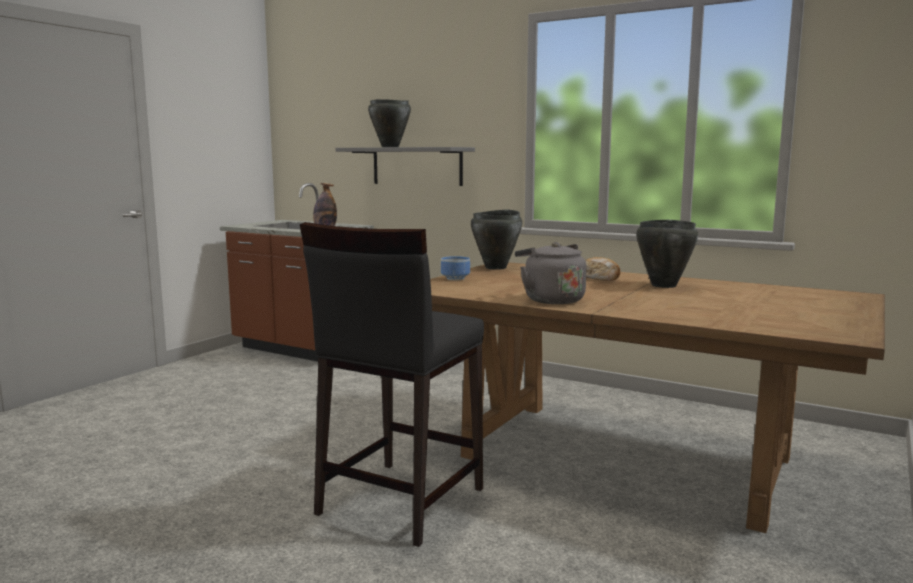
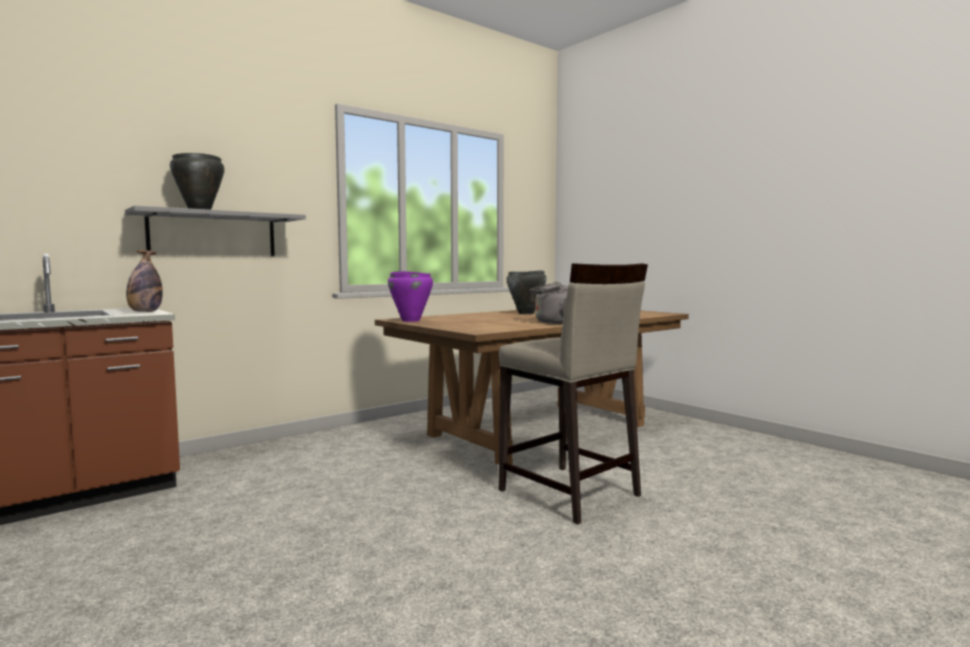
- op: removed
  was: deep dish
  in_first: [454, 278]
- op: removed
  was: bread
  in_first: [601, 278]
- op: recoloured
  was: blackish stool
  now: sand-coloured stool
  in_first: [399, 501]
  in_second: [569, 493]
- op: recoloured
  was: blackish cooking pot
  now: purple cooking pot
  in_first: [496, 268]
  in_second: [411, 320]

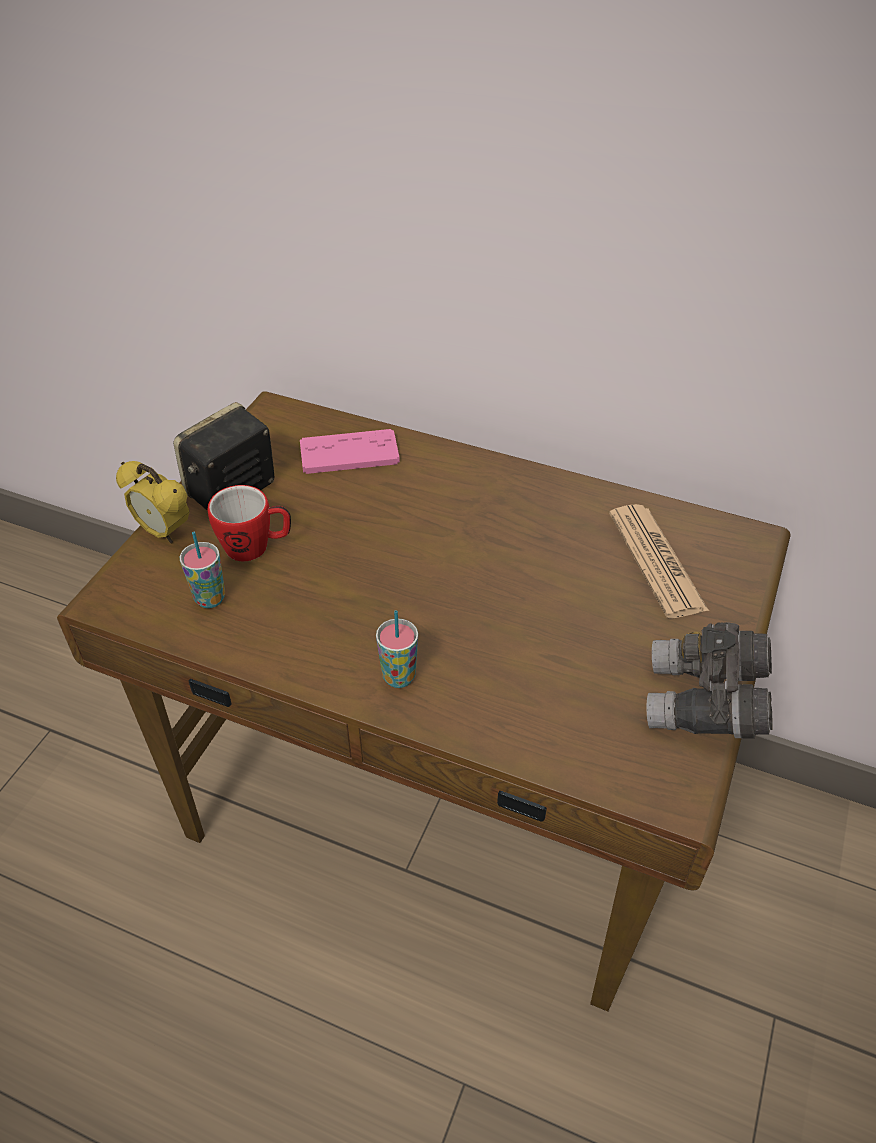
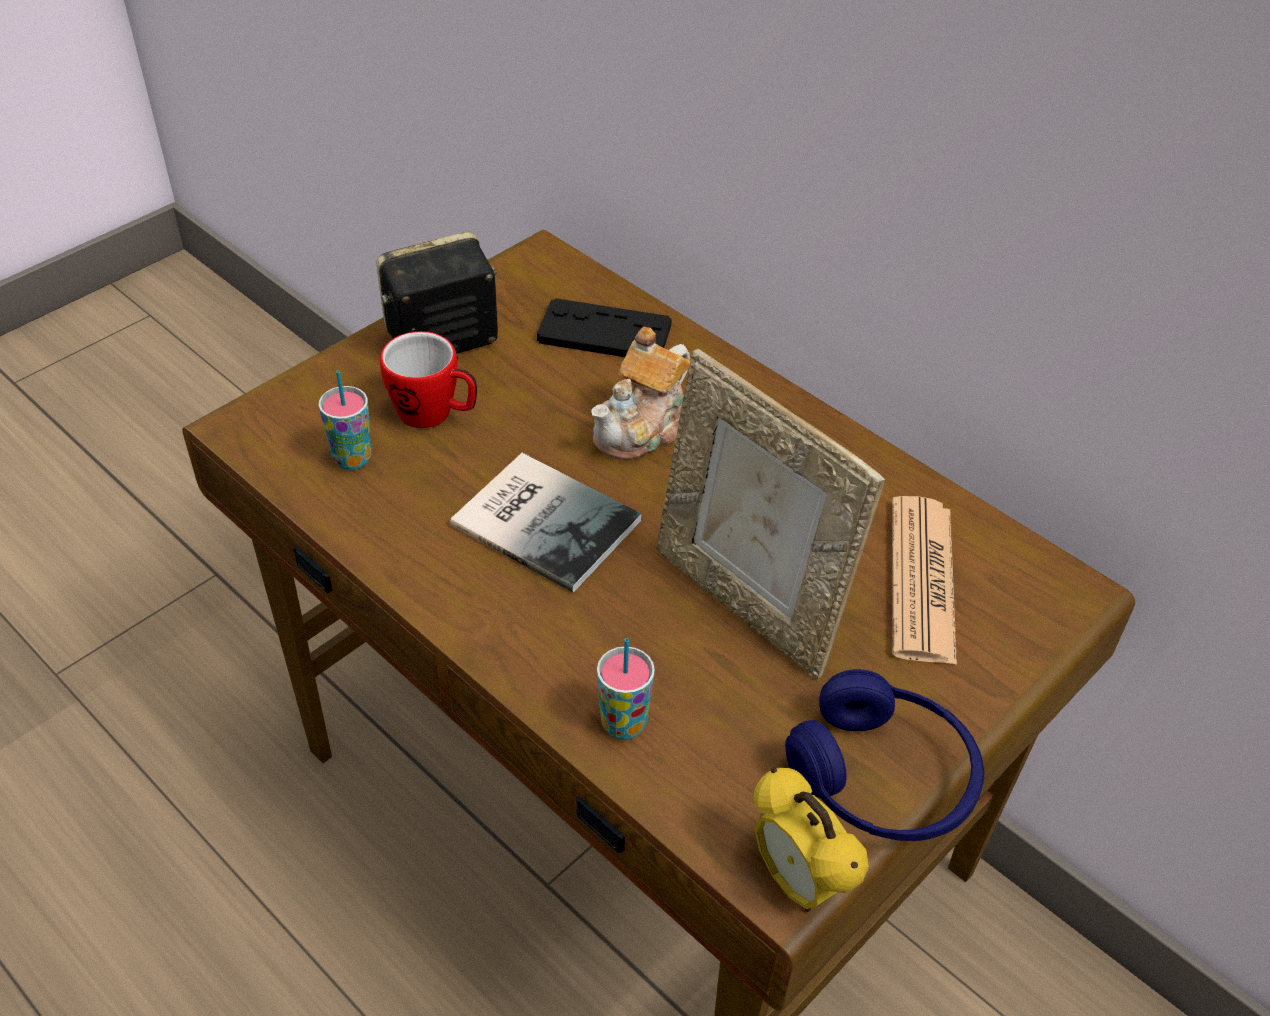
- op: added
  now: bound book
  in_second: [545, 518]
- op: added
  now: tea pot
  in_second: [642, 428]
- op: added
  now: standing frame
  in_second: [747, 603]
- op: moved
  was: alarm clock
  in_first: [164, 532]
  in_second: [798, 882]
- op: moved
  was: small cup
  in_first: [399, 677]
  in_second: [623, 724]
- op: replaced
  was: greyish pair of binoculars
  now: bluish headphones
  in_first: [704, 704]
  in_second: [882, 779]
- op: recoloured
  was: pinkish gamepad
  now: blackish gamepad
  in_first: [349, 453]
  in_second: [604, 333]

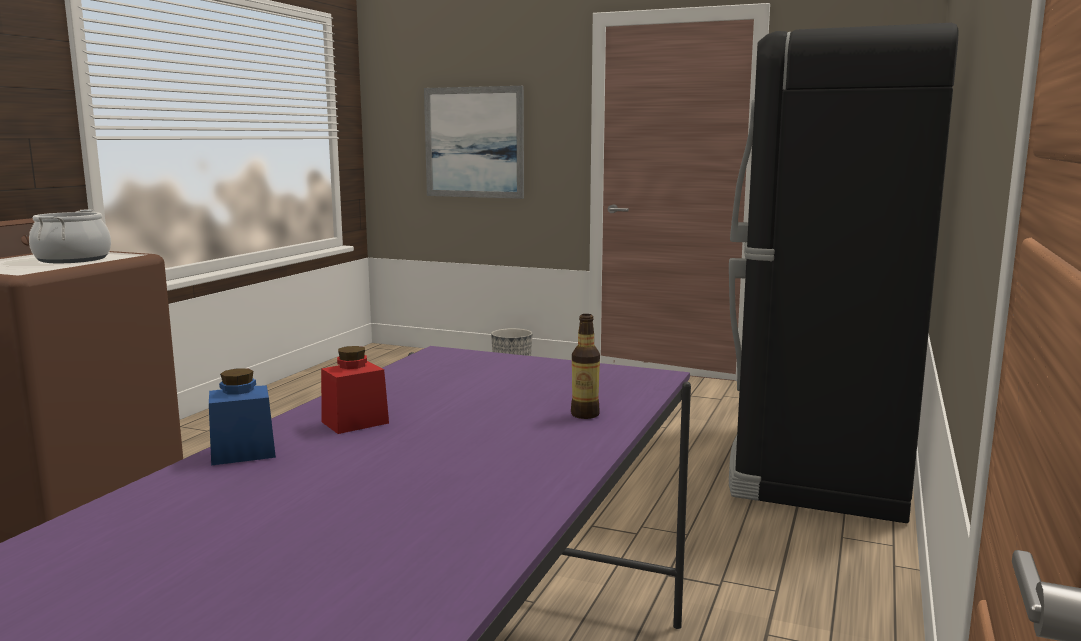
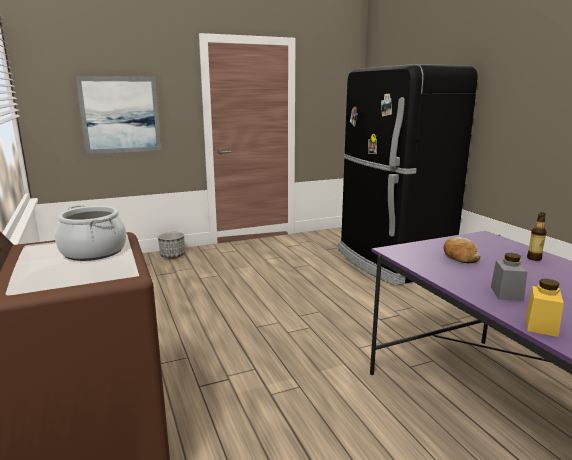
- op: added
  now: bread
  in_second: [459, 256]
- op: recoloured
  was: bluish storage jar
  now: yellow storage jar
  in_first: [243, 453]
  in_second: [541, 325]
- op: recoloured
  was: red-coloured storage jar
  now: greyish storage jar
  in_first: [355, 422]
  in_second: [506, 293]

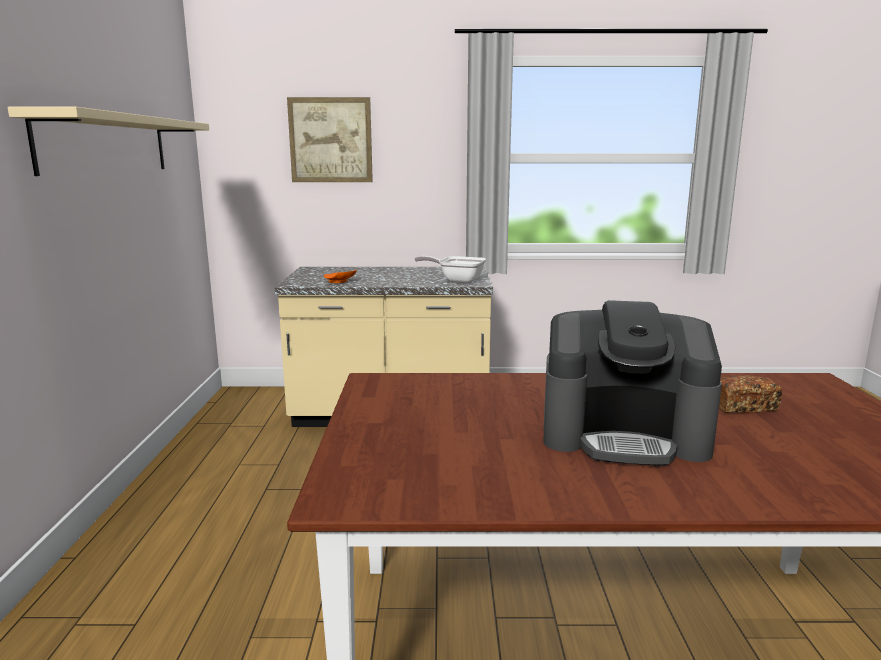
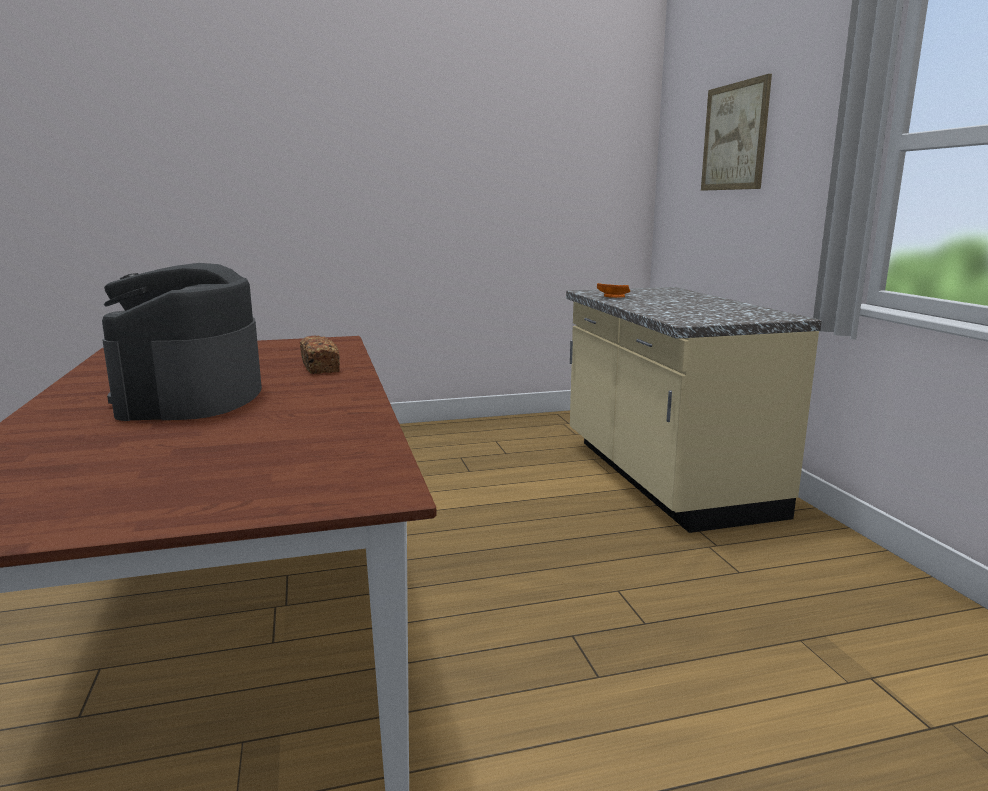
- op: removed
  was: sand-coloured shelf
  in_first: [107, 144]
- op: removed
  was: skillet
  in_first: [457, 280]
- op: moved
  was: bread
  in_first: [743, 407]
  in_second: [320, 368]

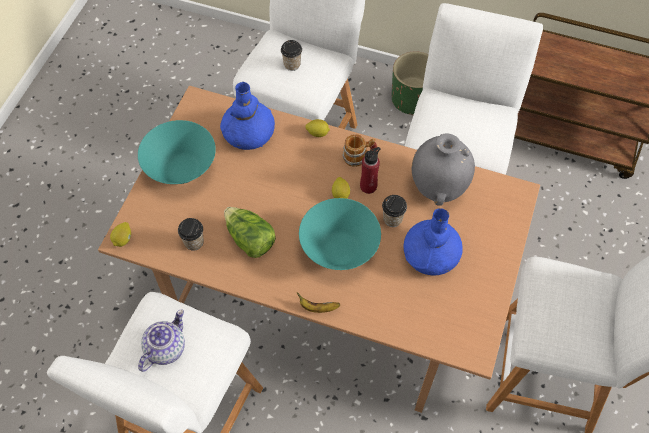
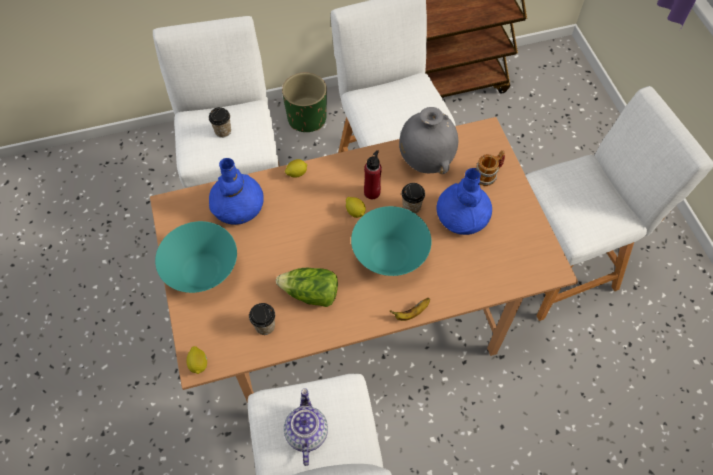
- op: moved
  was: mug
  in_first: [359, 158]
  in_second: [488, 175]

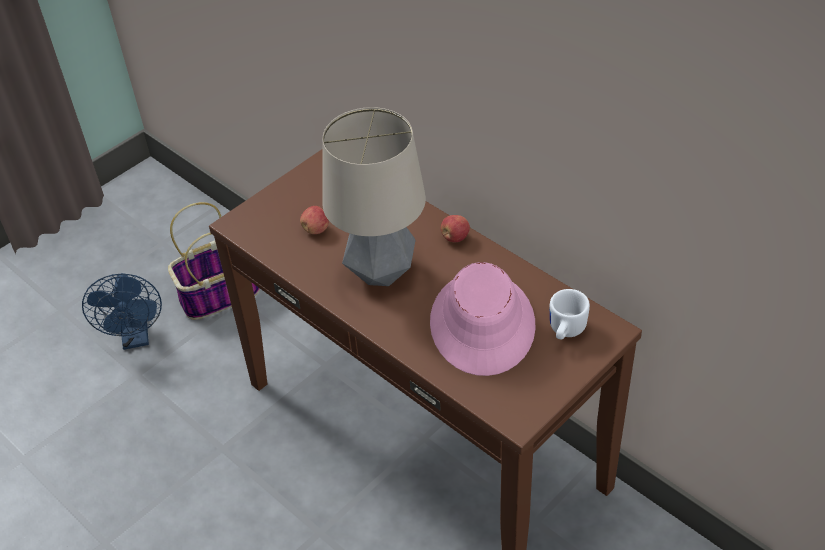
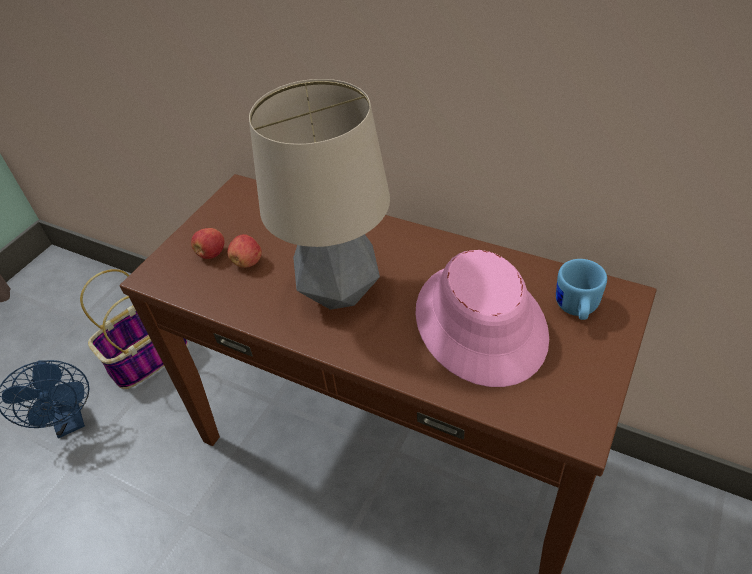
- op: moved
  was: apple fruit
  in_first: [455, 237]
  in_second: [211, 254]
- op: recoloured
  was: white mug
  now: bluish mug
  in_first: [565, 331]
  in_second: [576, 309]

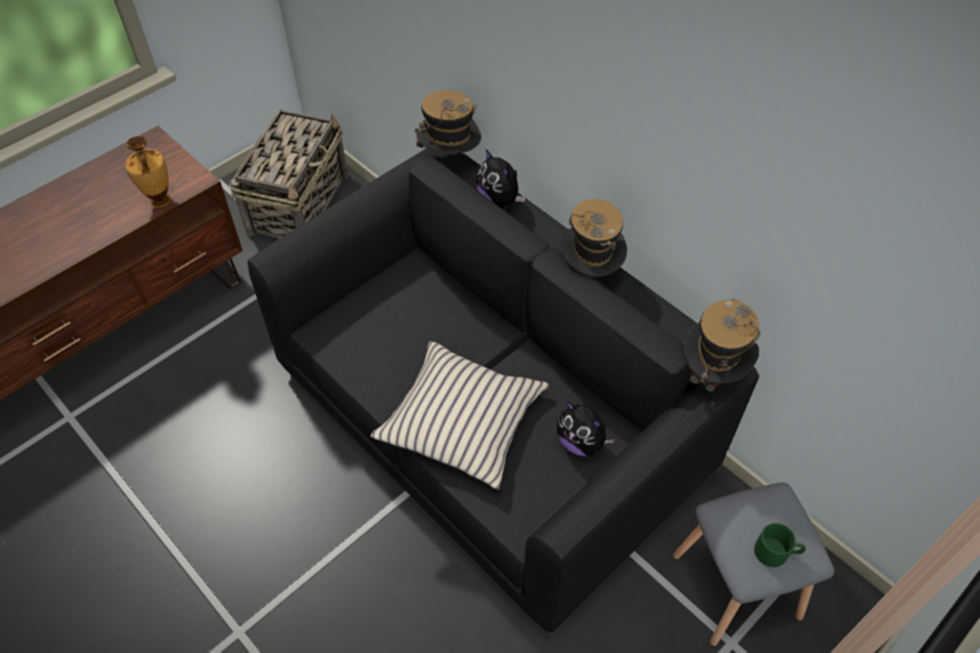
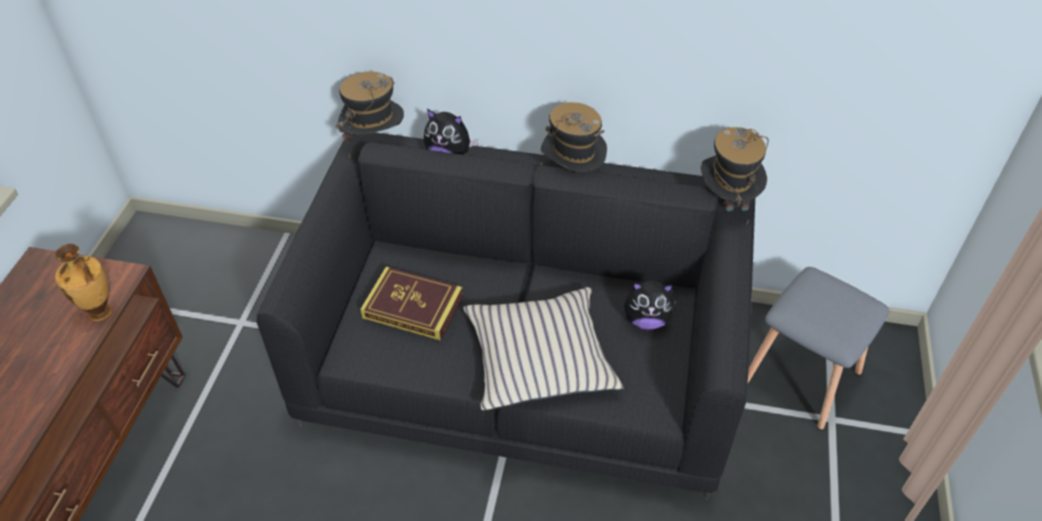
- op: removed
  was: household basket
  in_first: [299, 202]
- op: removed
  was: green-coloured mug
  in_first: [776, 552]
- op: added
  now: bound book
  in_second: [413, 307]

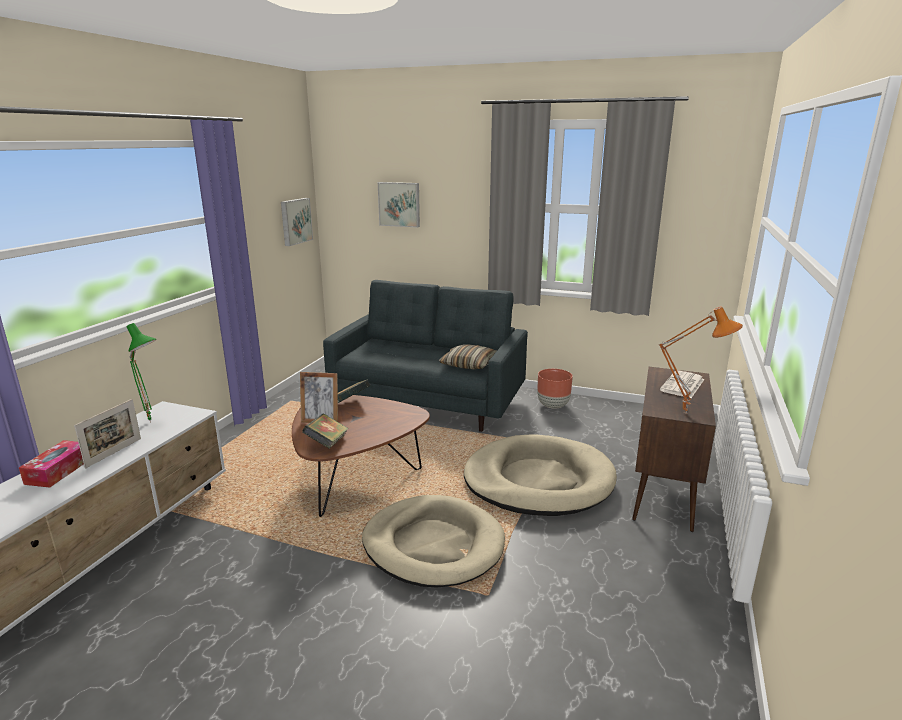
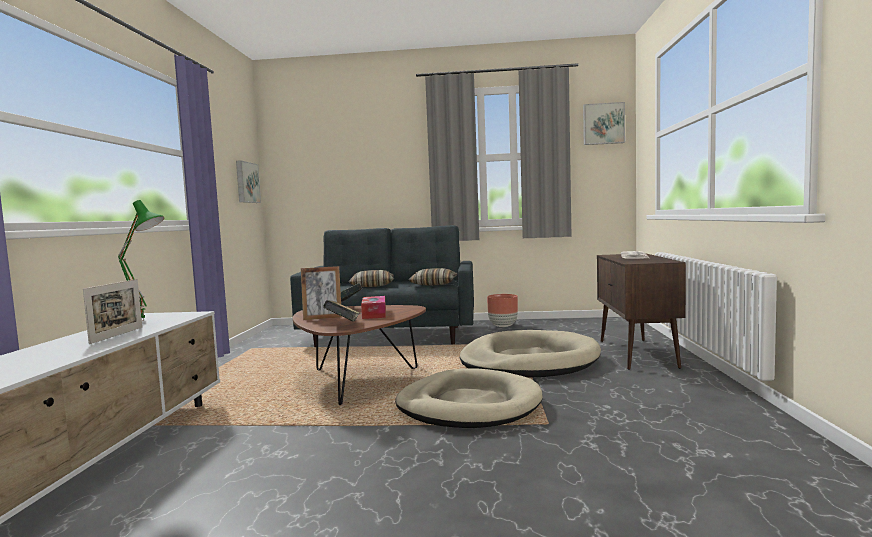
- op: removed
  was: orange-coloured lamp for a table
  in_first: [686, 412]
- op: added
  now: cushion
  in_second: [372, 286]
- op: moved
  was: box of tissues
  in_first: [59, 471]
  in_second: [374, 314]
- op: moved
  was: wall art
  in_first: [399, 204]
  in_second: [603, 124]

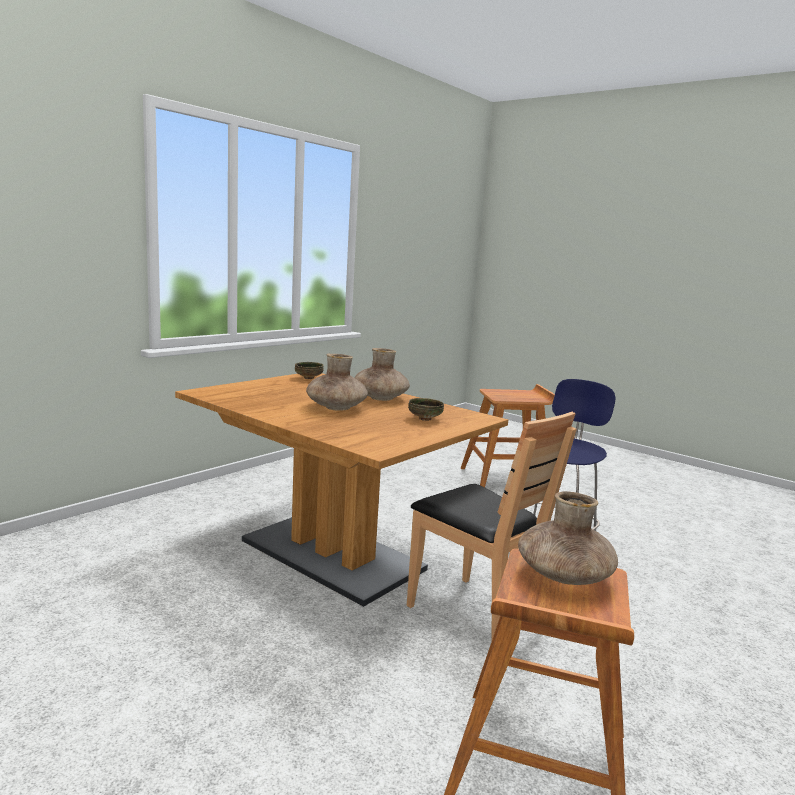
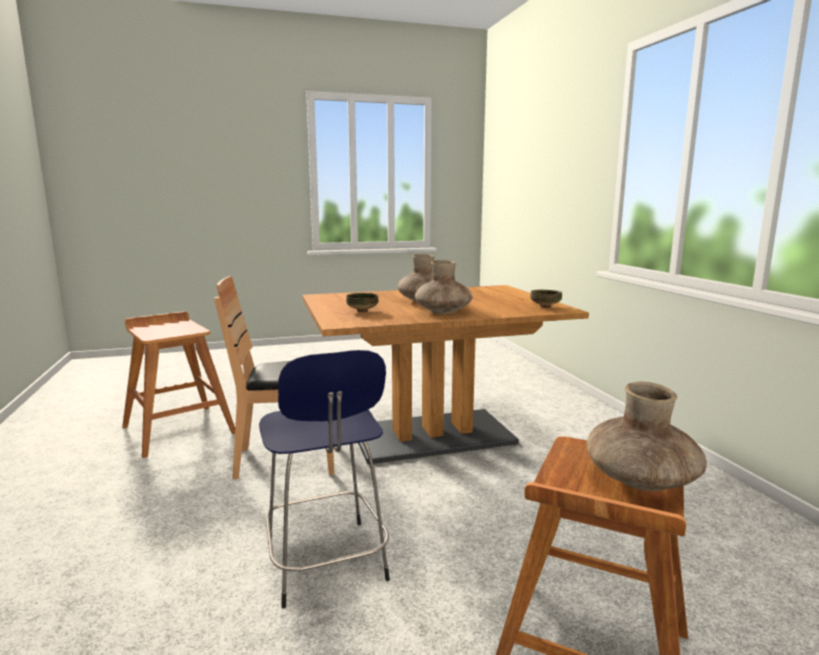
- op: moved
  was: brown-coloured vase
  in_first: [563, 576]
  in_second: [641, 480]

